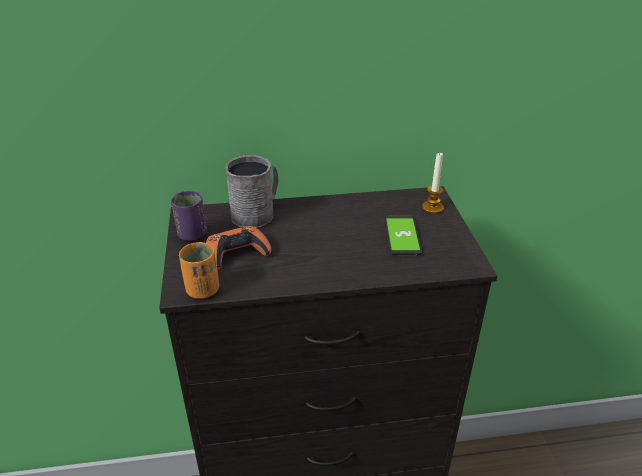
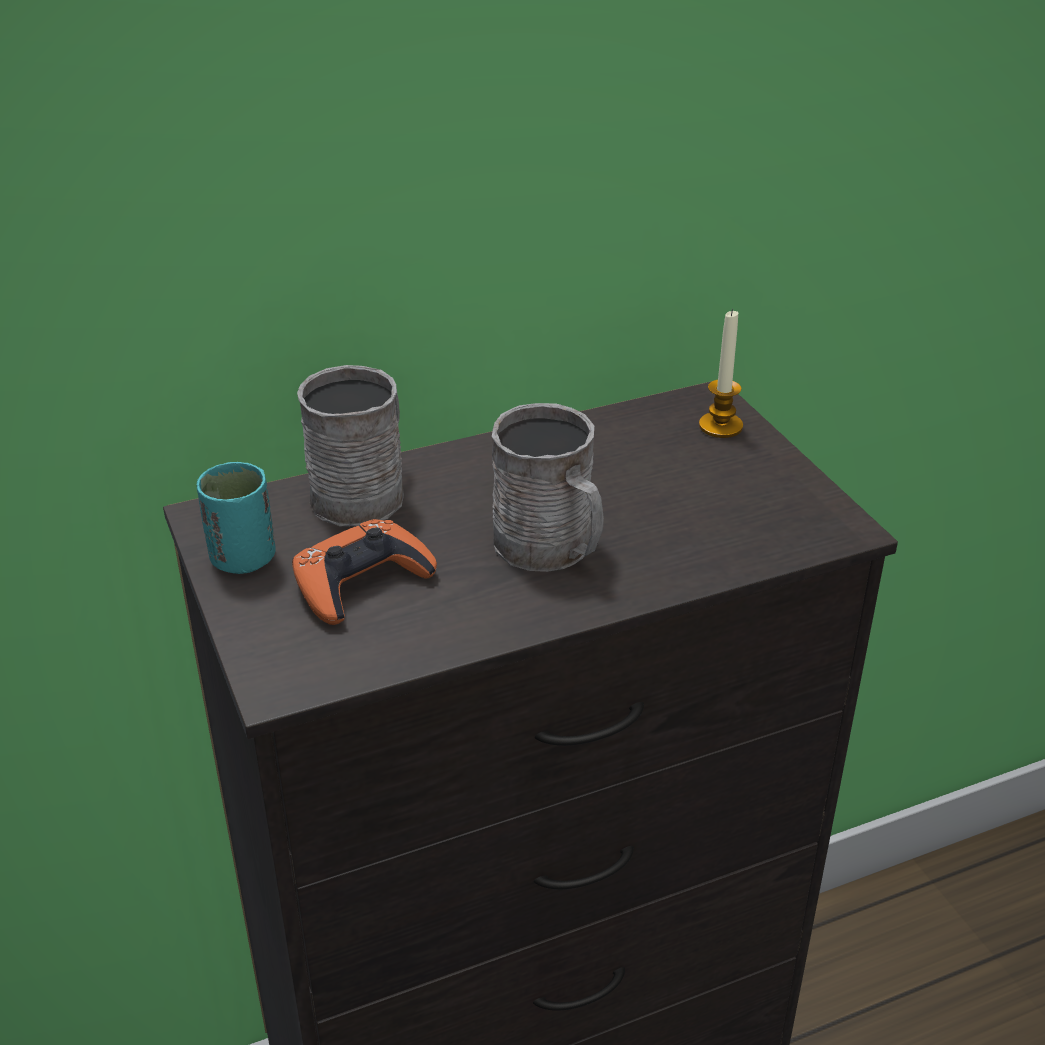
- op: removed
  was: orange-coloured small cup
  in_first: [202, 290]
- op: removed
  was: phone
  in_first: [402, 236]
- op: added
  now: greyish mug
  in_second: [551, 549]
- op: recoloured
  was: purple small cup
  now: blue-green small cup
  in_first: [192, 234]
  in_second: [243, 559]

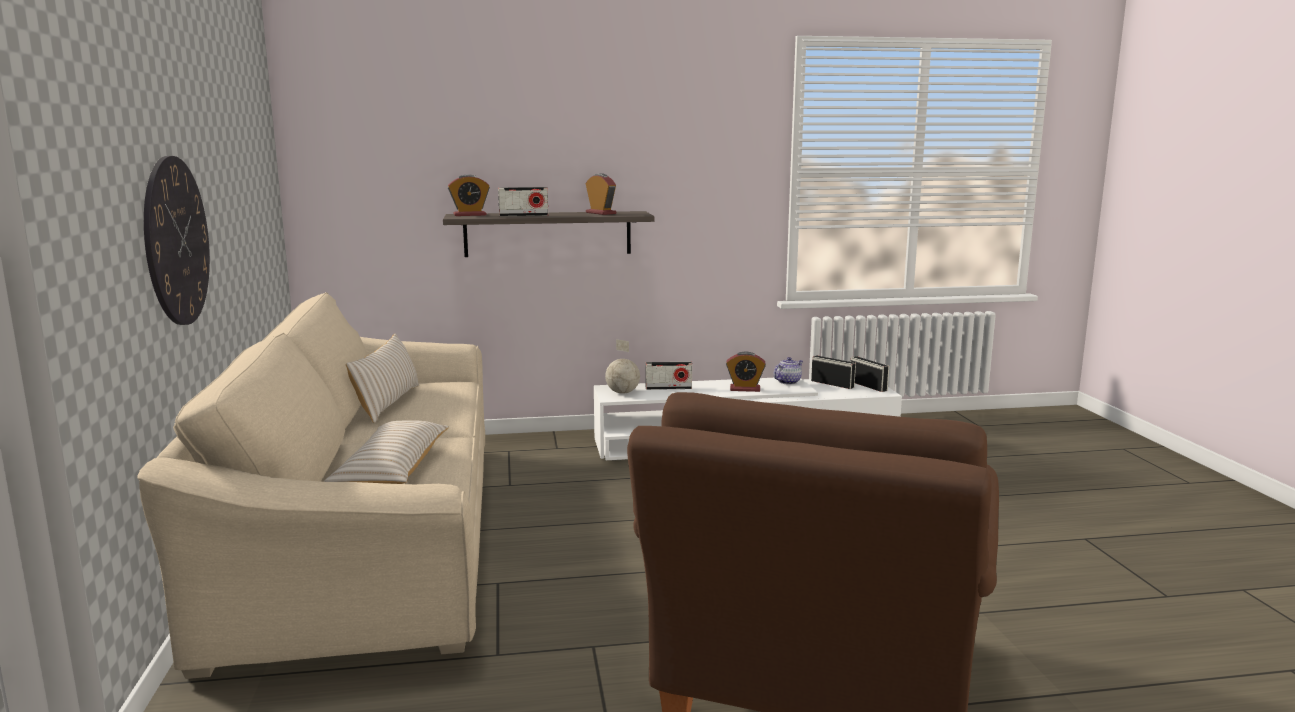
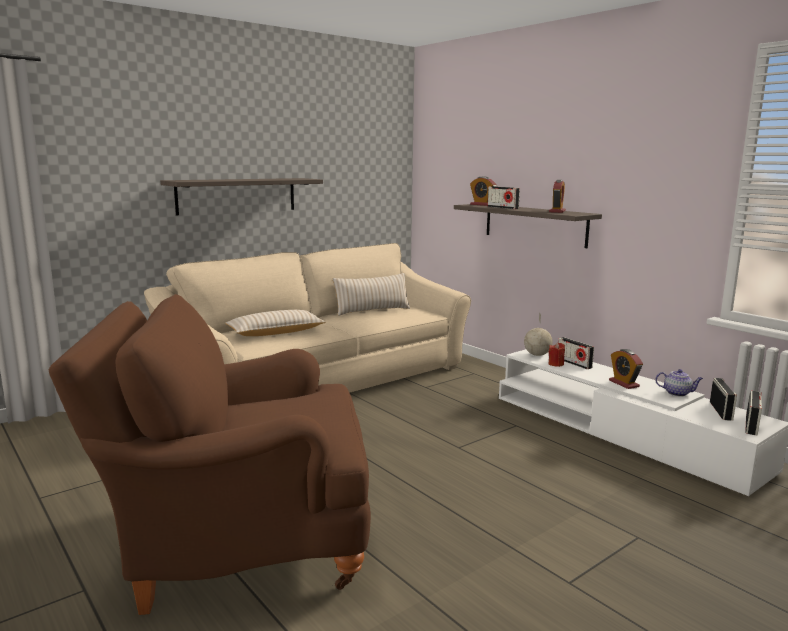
- op: added
  now: red-coloured wax candle
  in_second: [556, 364]
- op: replaced
  was: clock on the wall
  now: shelf
  in_first: [176, 241]
  in_second: [237, 195]

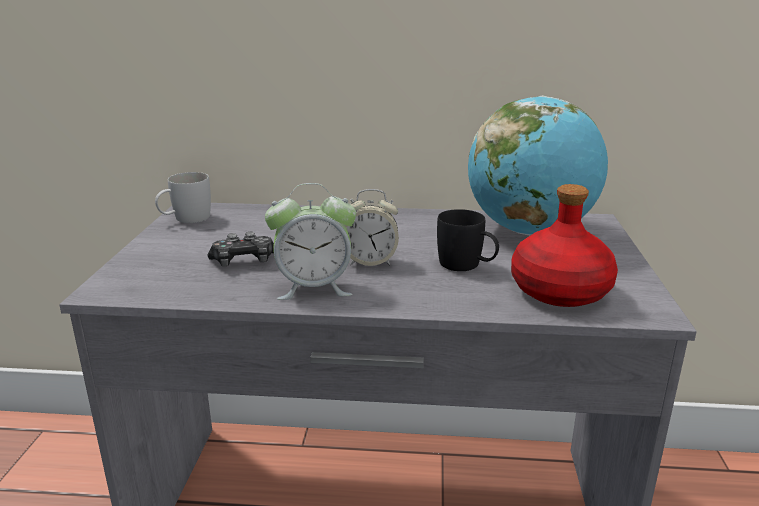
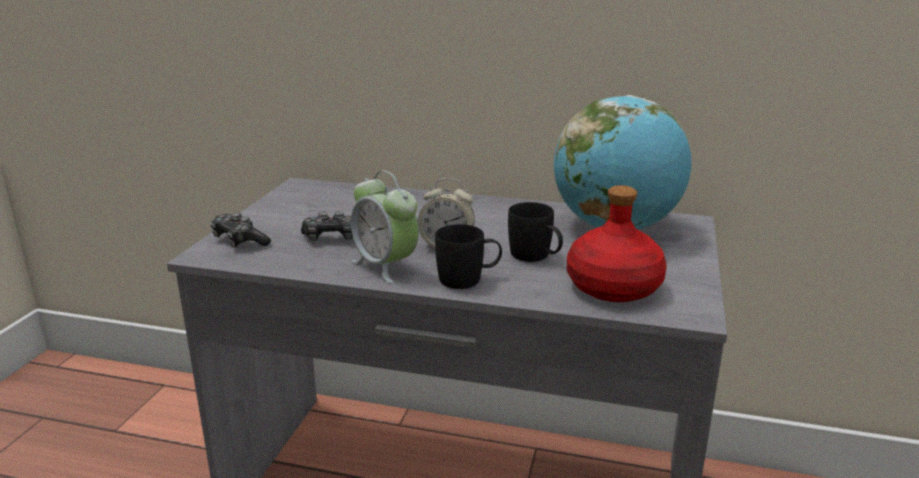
- op: removed
  was: white mug
  in_first: [185, 219]
- op: added
  now: gamepad
  in_second: [239, 241]
- op: added
  now: blackish mug
  in_second: [468, 279]
- op: turned
  was: alarm clock
  in_first: [314, 288]
  in_second: [385, 266]
  clockwise: 45

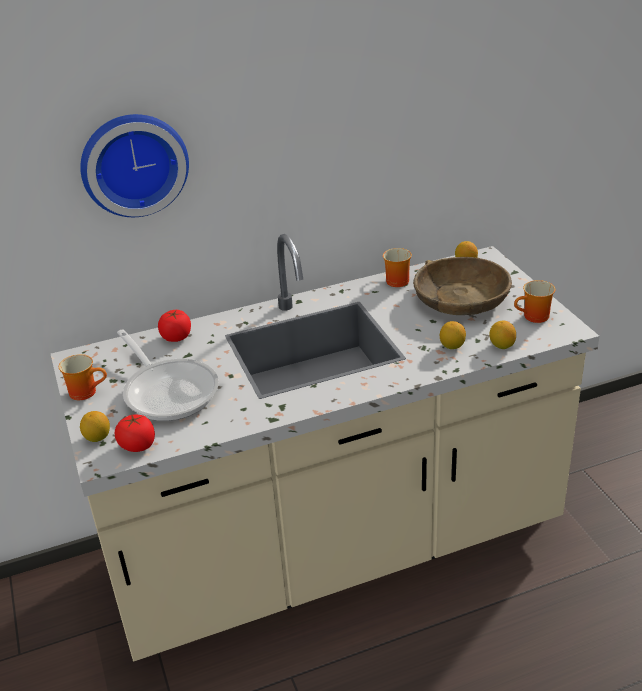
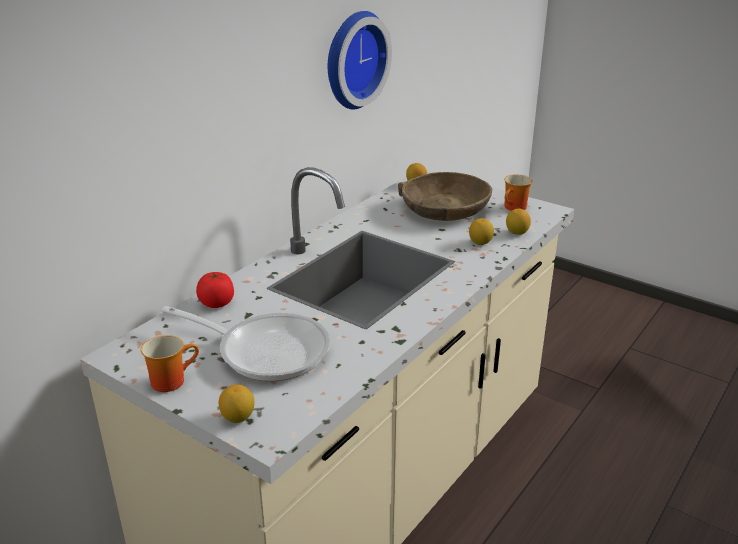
- op: removed
  was: whole tomato
  in_first: [138, 445]
- op: removed
  was: mug
  in_first: [394, 280]
- op: moved
  was: clock on the wall
  in_first: [133, 163]
  in_second: [352, 59]

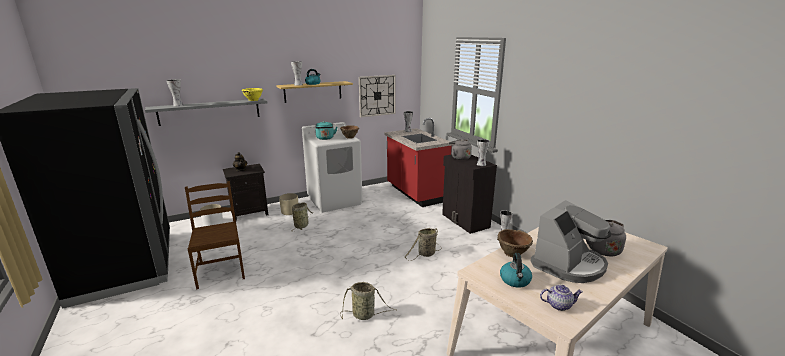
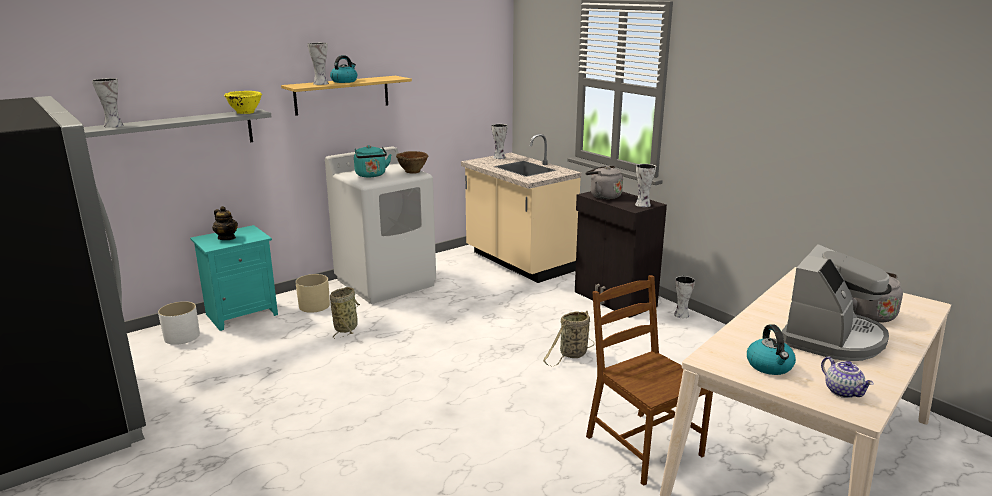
- op: removed
  was: household basket
  in_first: [365, 315]
- op: removed
  was: clock on the wall
  in_first: [377, 95]
- op: removed
  was: brown-coloured deep dish
  in_first: [513, 253]
- op: moved
  was: brown-coloured chair
  in_first: [221, 271]
  in_second: [642, 446]
- op: recoloured
  was: blackish nightstand
  now: blue-green nightstand
  in_first: [250, 213]
  in_second: [242, 314]
- op: recoloured
  was: red-coloured kitchen base unit
  now: sand-coloured kitchen base unit
  in_first: [415, 193]
  in_second: [518, 262]
- op: turned
  was: tea pot
  in_first: [559, 305]
  in_second: [843, 392]
  clockwise: 75

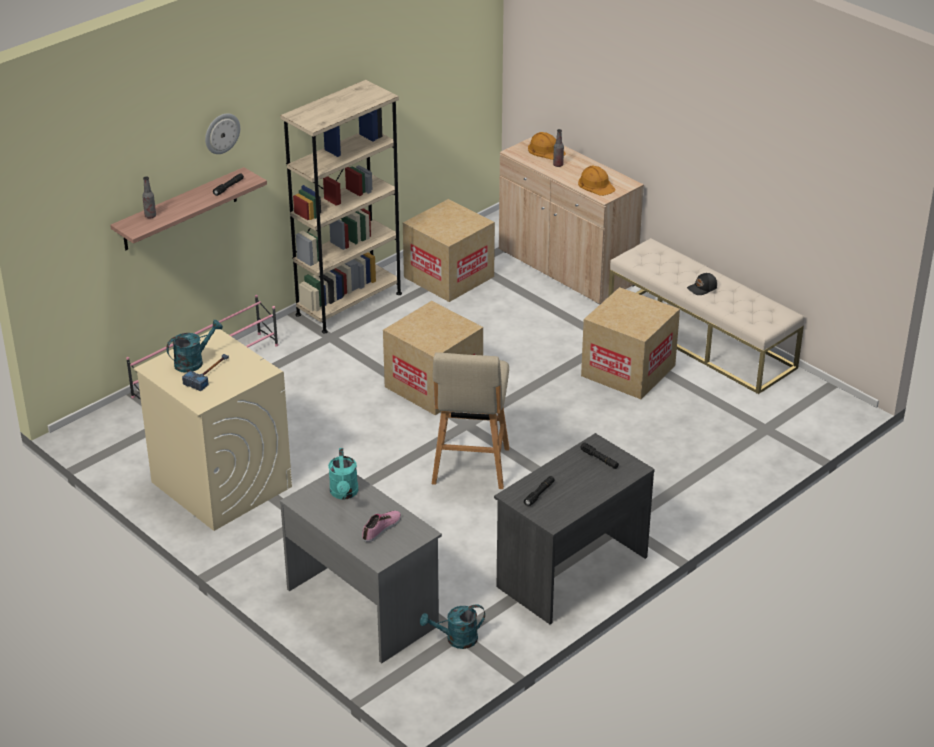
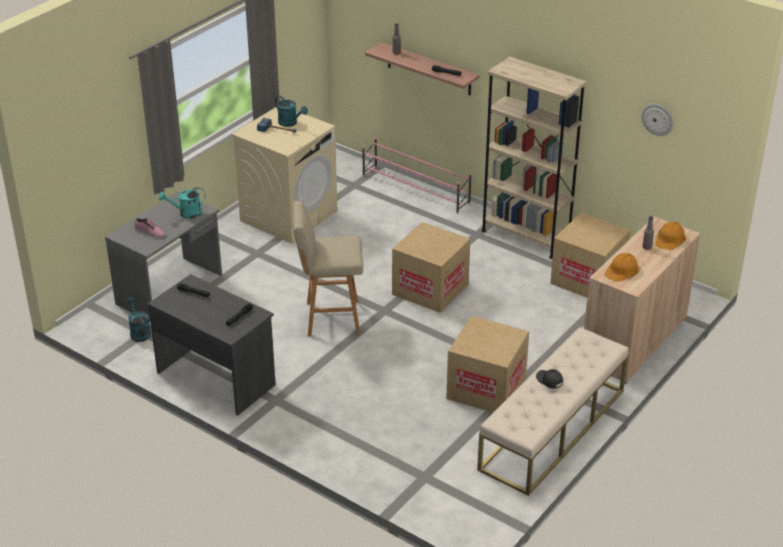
- op: moved
  was: clock on the wall
  in_first: [221, 133]
  in_second: [657, 119]

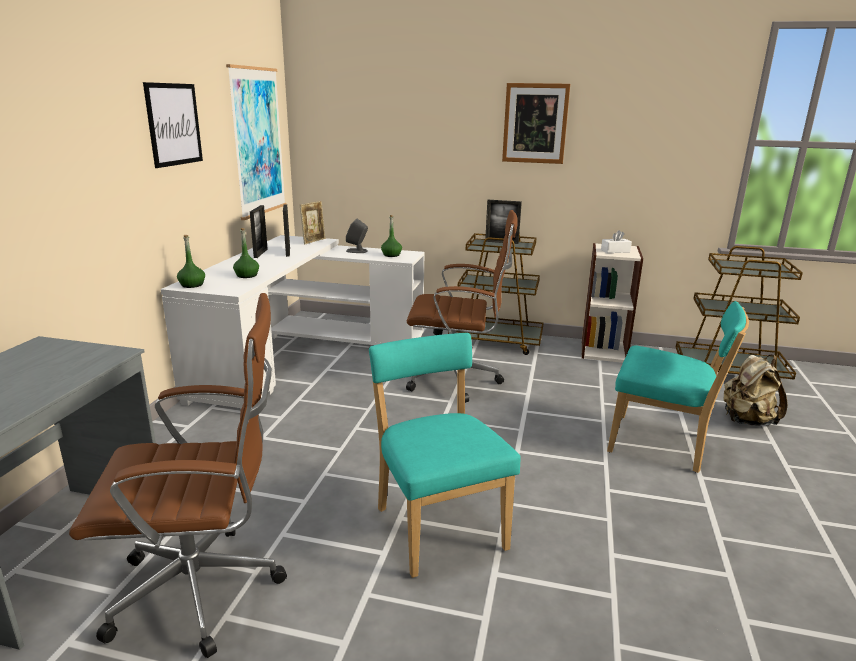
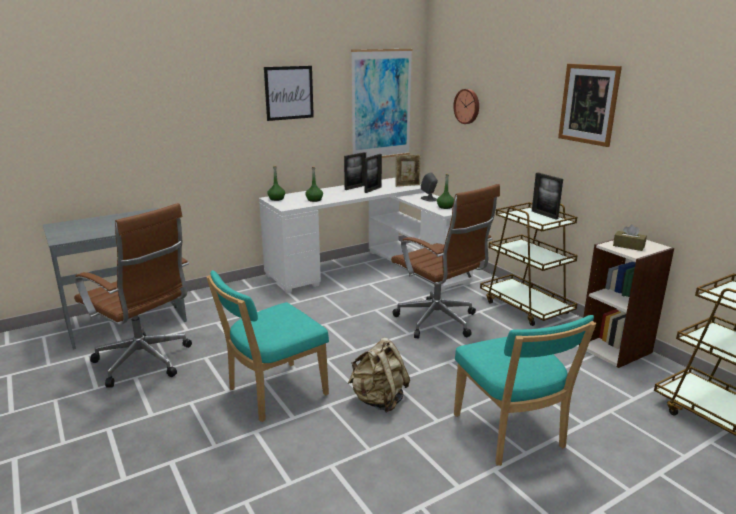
- op: added
  now: clock on the wall
  in_second: [467, 106]
- op: moved
  was: sand-coloured backpack
  in_first: [747, 420]
  in_second: [378, 400]
- op: recoloured
  was: white box of tissues
  now: brown-coloured box of tissues
  in_first: [615, 251]
  in_second: [628, 246]
- op: turned
  was: blue-green chair
  in_first: [437, 524]
  in_second: [273, 393]
  clockwise: -150

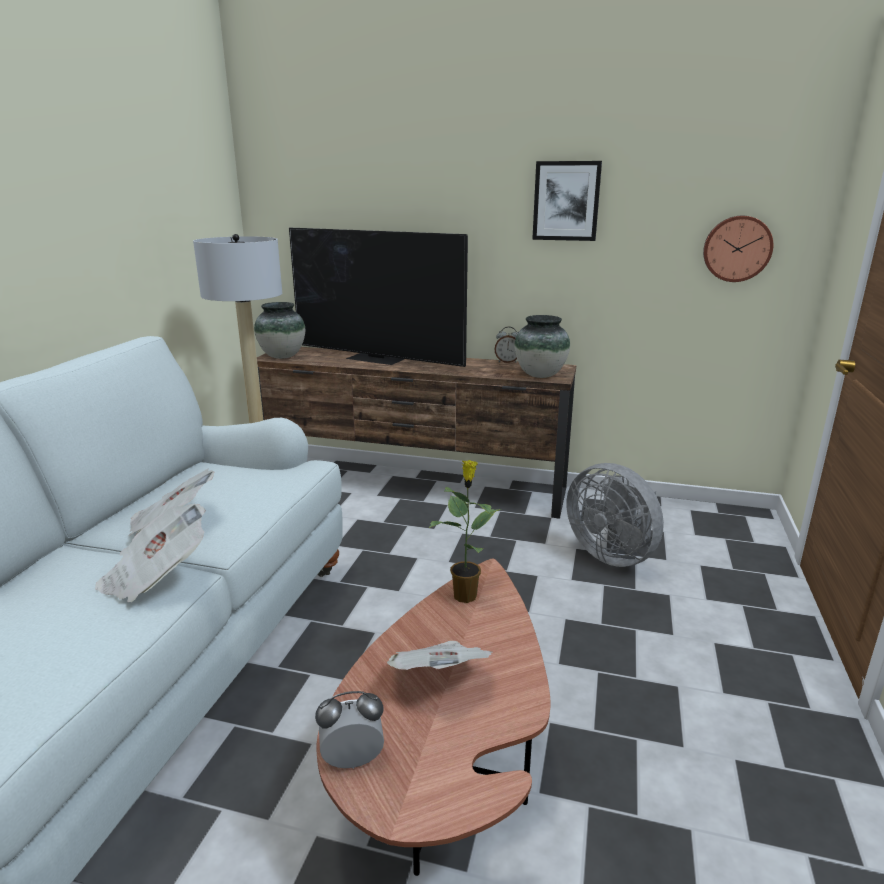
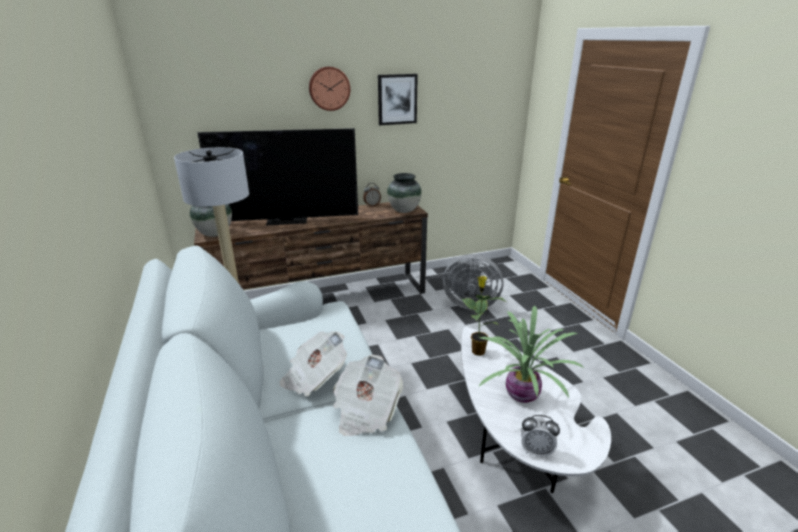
- op: moved
  was: clock on the wall
  in_first: [737, 248]
  in_second: [329, 88]
- op: replaced
  was: newspaper
  now: potted plant
  in_first: [440, 678]
  in_second: [519, 395]
- op: recoloured
  was: brown-coloured coffee table
  now: white coffee table
  in_first: [447, 767]
  in_second: [513, 441]
- op: turned
  was: alarm clock
  in_first: [352, 760]
  in_second: [536, 451]
  clockwise: -120

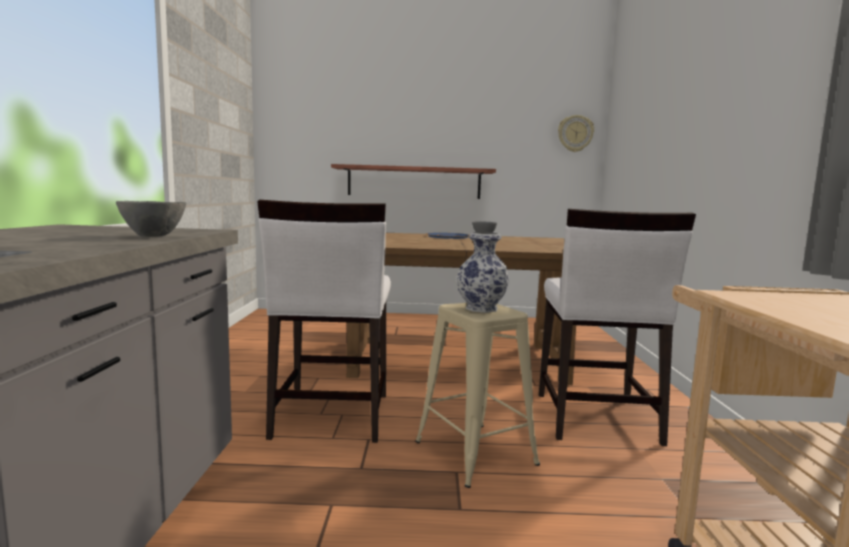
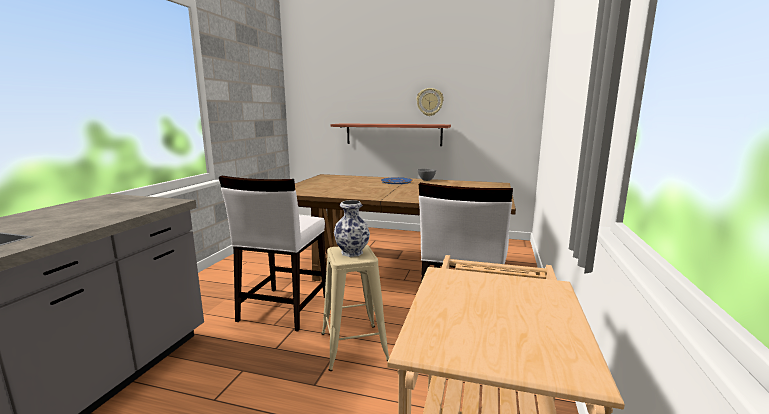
- op: removed
  was: greyish deep dish
  in_first: [153, 236]
- op: moved
  was: clock on the wall
  in_first: [575, 133]
  in_second: [430, 102]

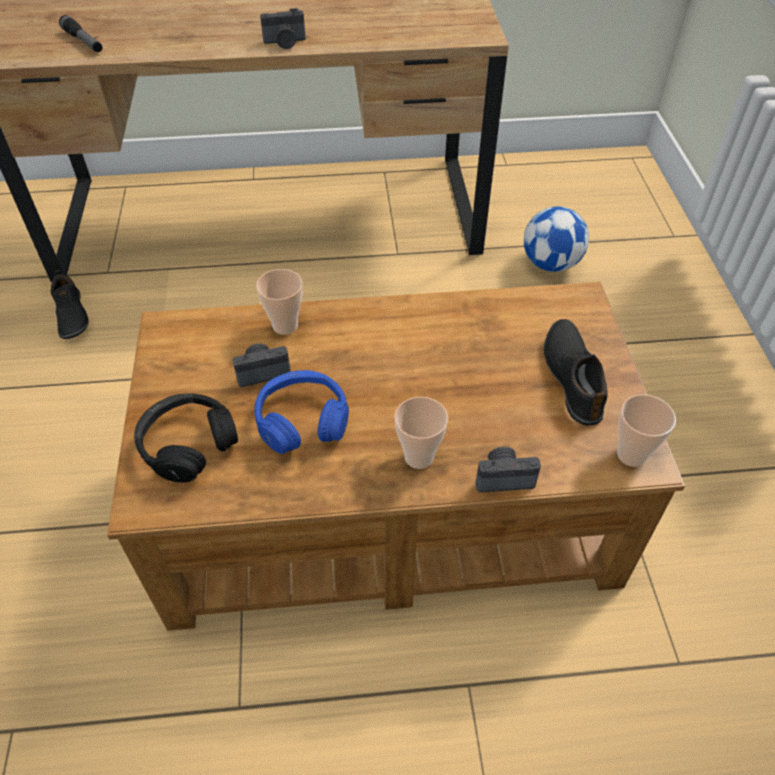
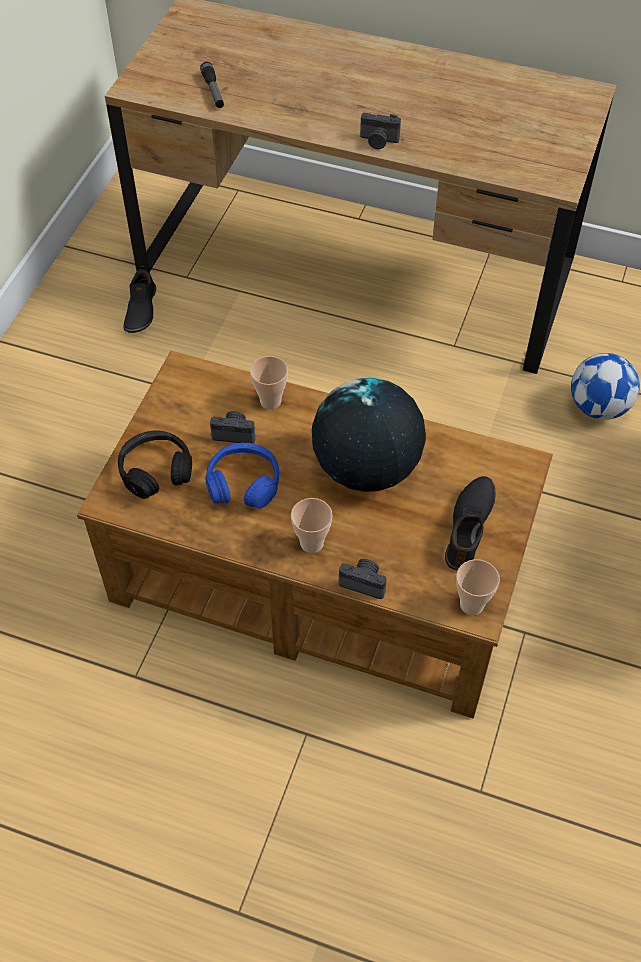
- op: added
  now: desk globe
  in_second: [366, 469]

